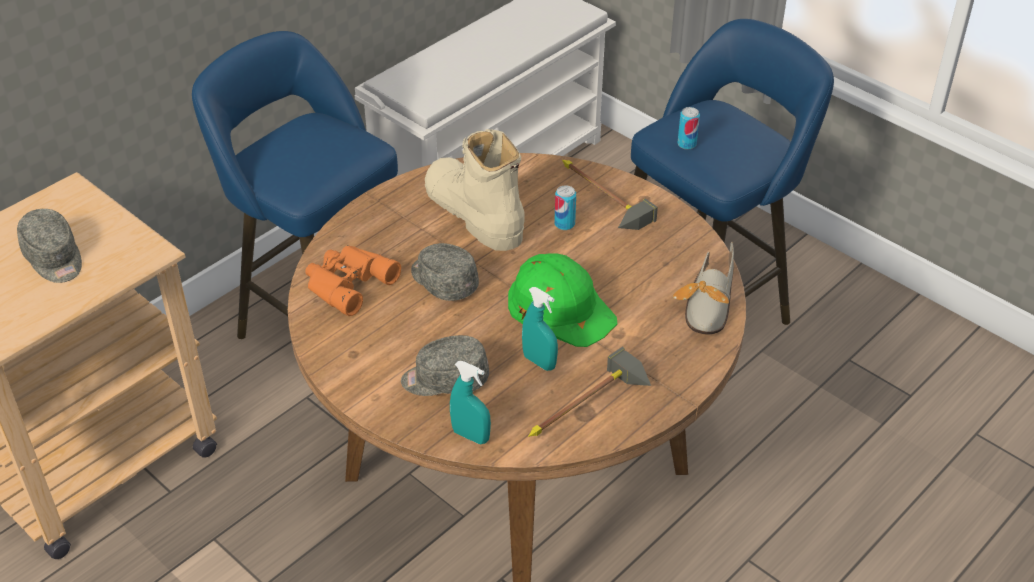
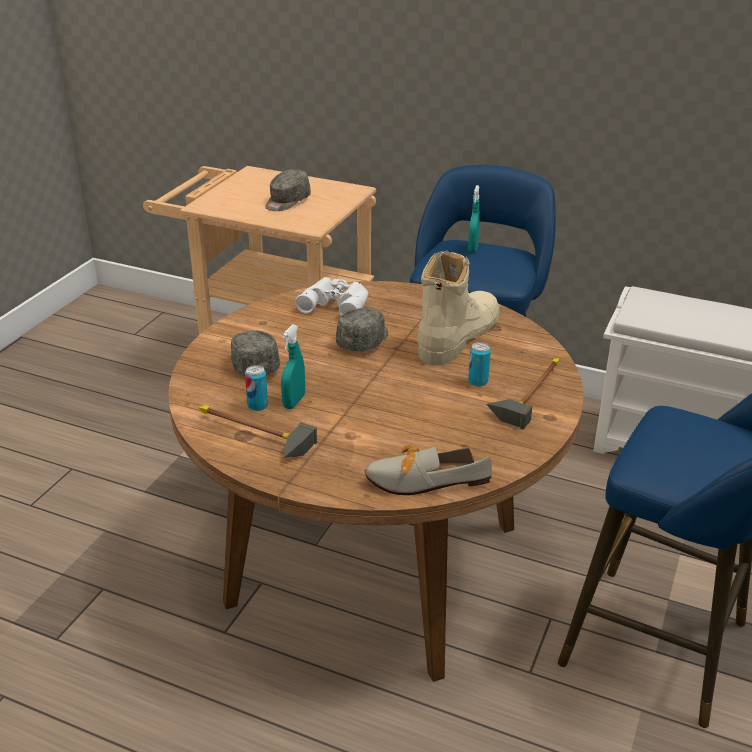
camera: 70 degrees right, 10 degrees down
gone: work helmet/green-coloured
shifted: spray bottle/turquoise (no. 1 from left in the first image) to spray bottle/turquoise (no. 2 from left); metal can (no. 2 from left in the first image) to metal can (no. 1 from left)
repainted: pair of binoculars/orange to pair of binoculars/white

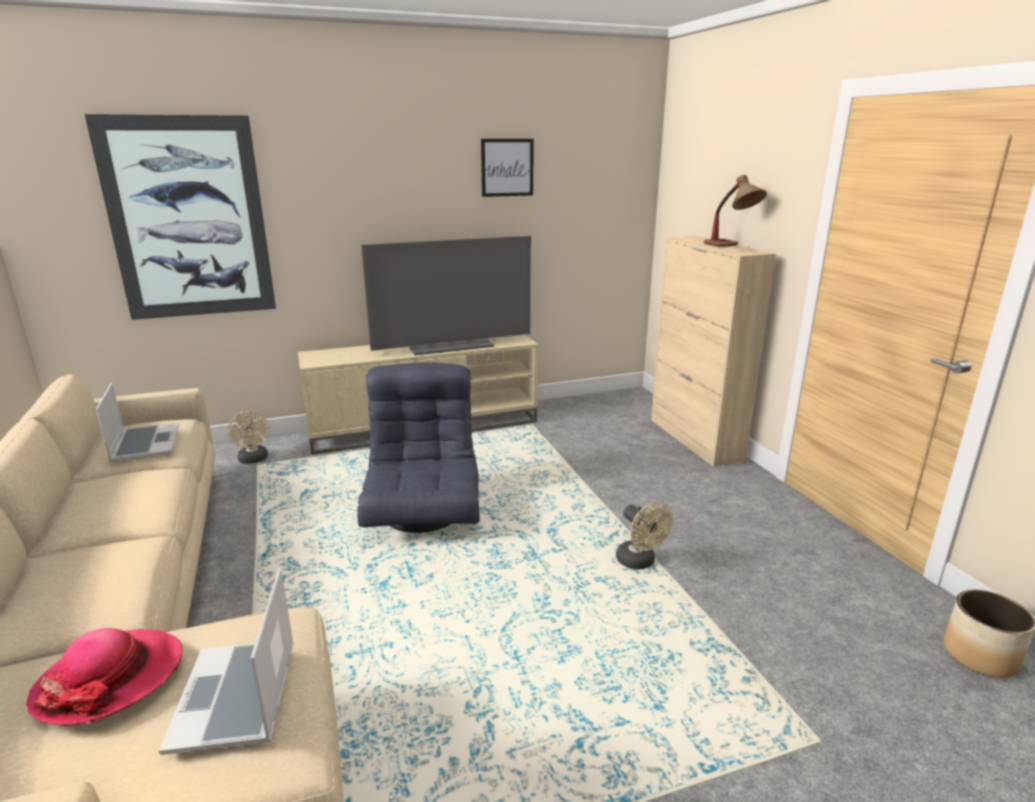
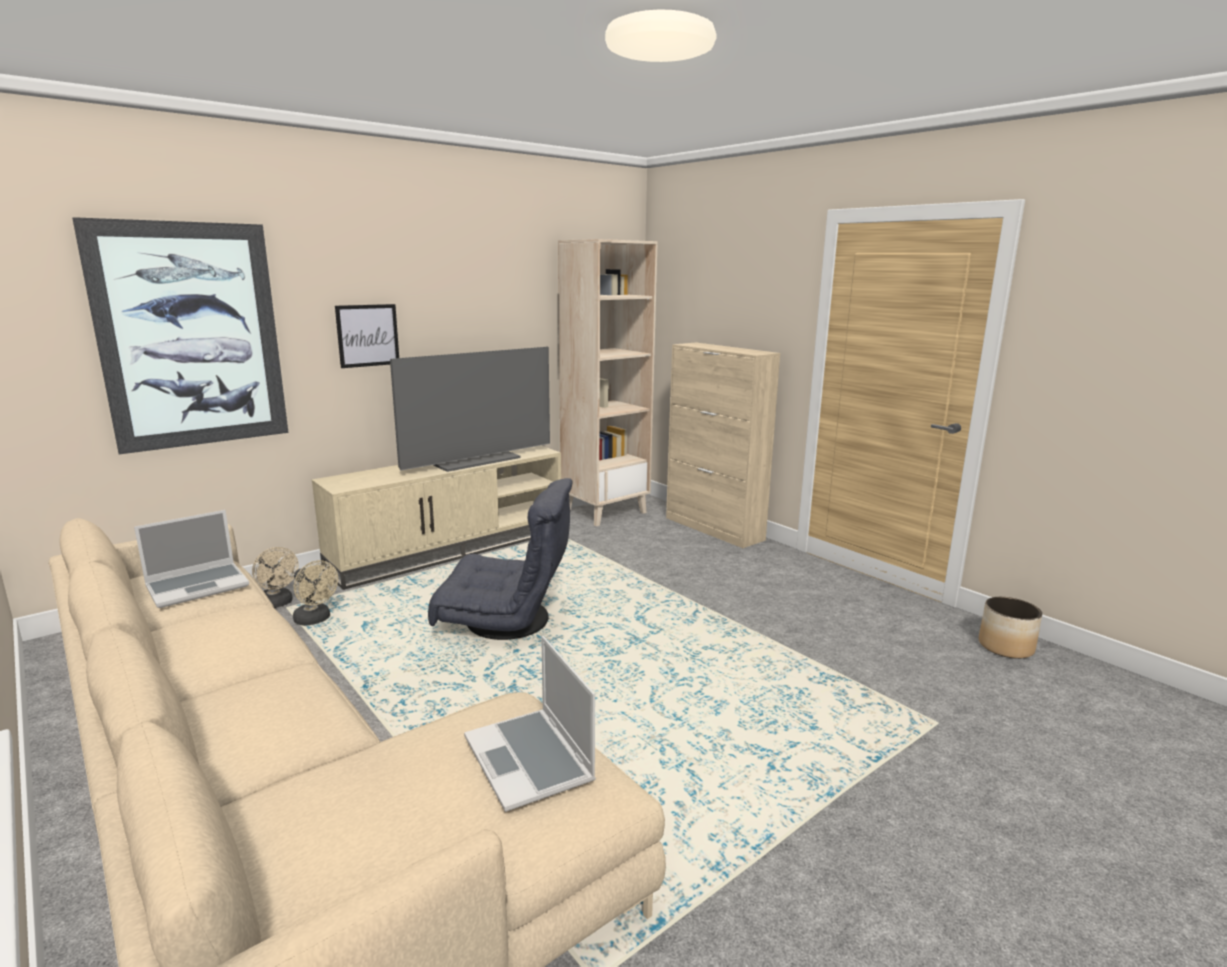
camera: 20 degrees left, 5 degrees down
gone: clothing hat; tabletop lamp
new: bookshelf/beige
shifted: wall art (no. 2 from left); cooling fan/beige (no. 2 from left)
rotated: laptop (no. 1 from left) 90 degrees clockwise; easy chair/greyish 120 degrees clockwise

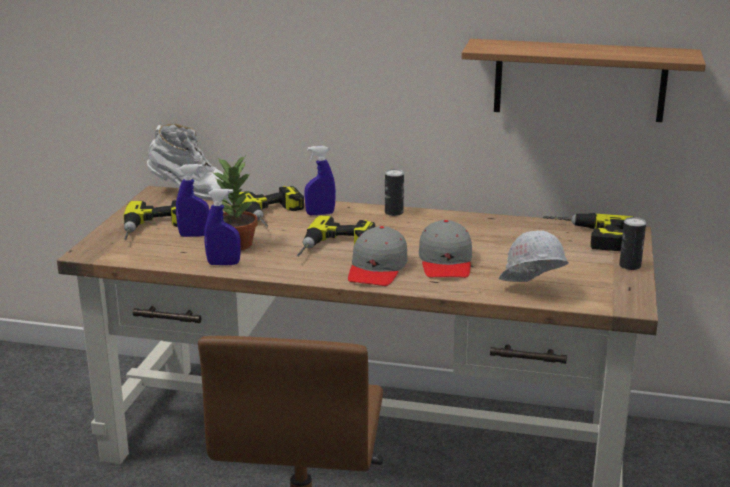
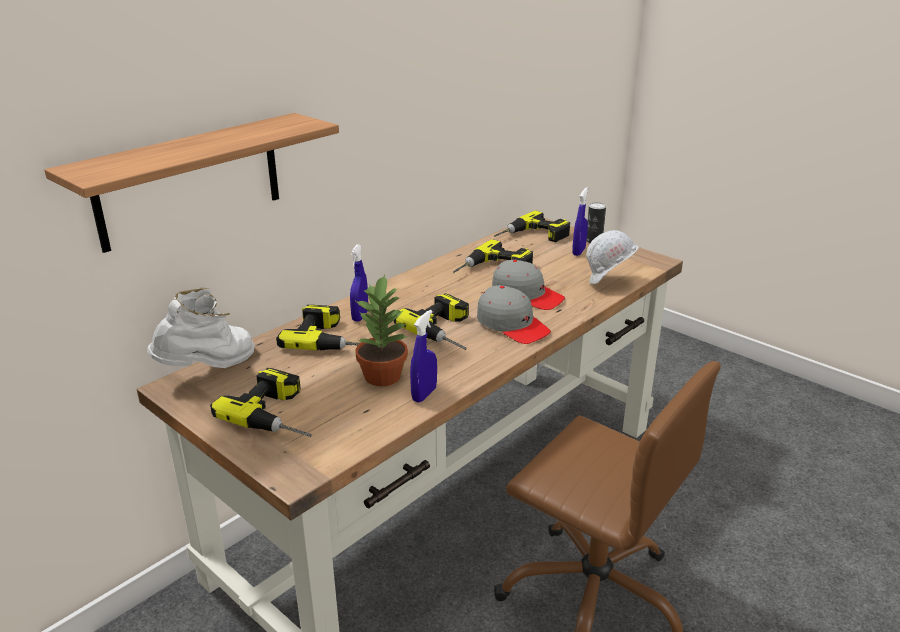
camera: 60 degrees left, 5 degrees up
gone: metal can (no. 1 from left)
new: power drill (no. 4 from left)
shifted: spray bottle/bluish (no. 1 from left in the first image) to spray bottle/bluish (no. 3 from left); shelf

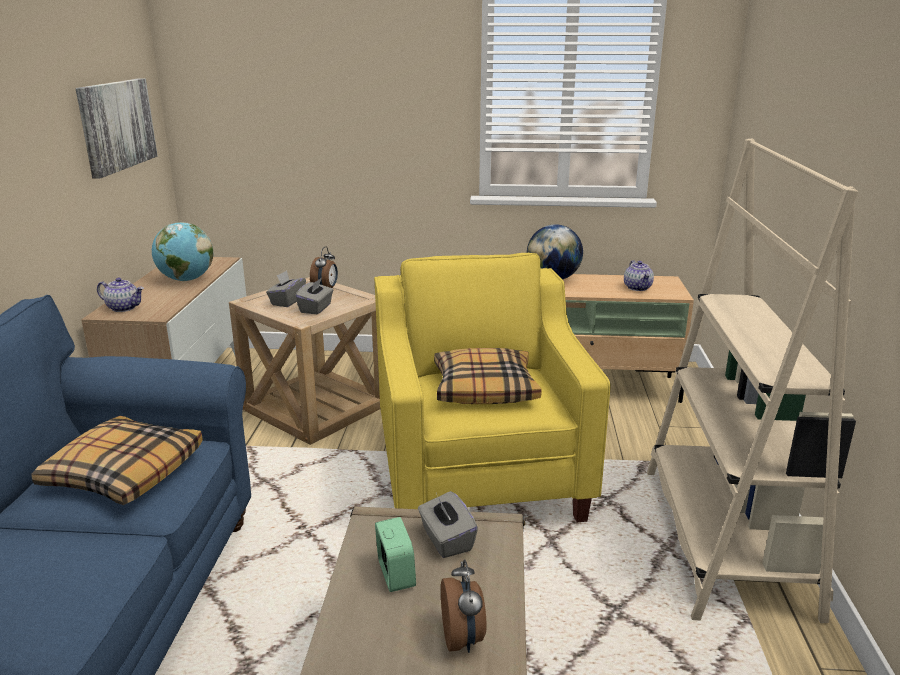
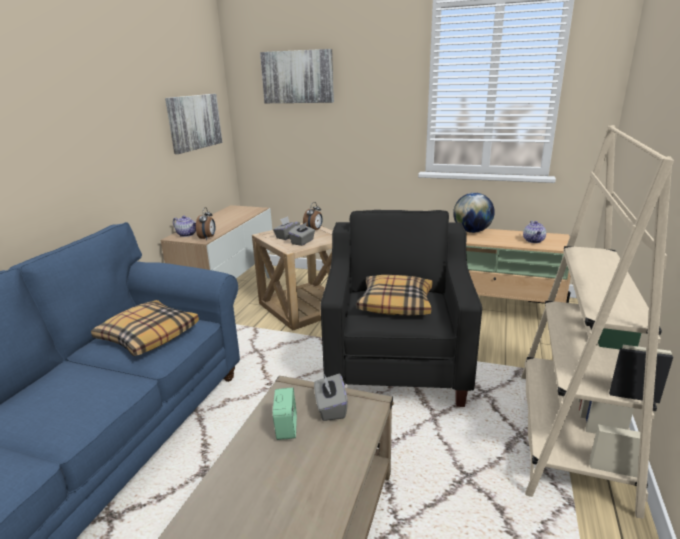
camera: 15 degrees right, 0 degrees up
gone: globe (no. 1 from left)
new: wall art (no. 2 from left)
shifted: table clock (no. 3 from left in the first image) to table clock (no. 1 from left)
repainted: easy chair/yellow to easy chair/black-coloured

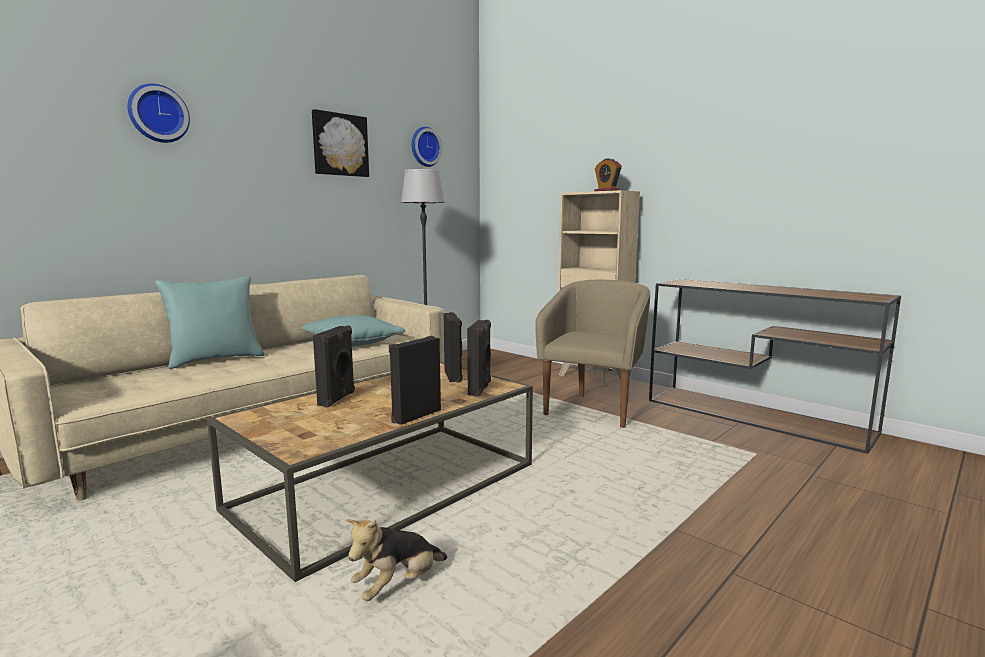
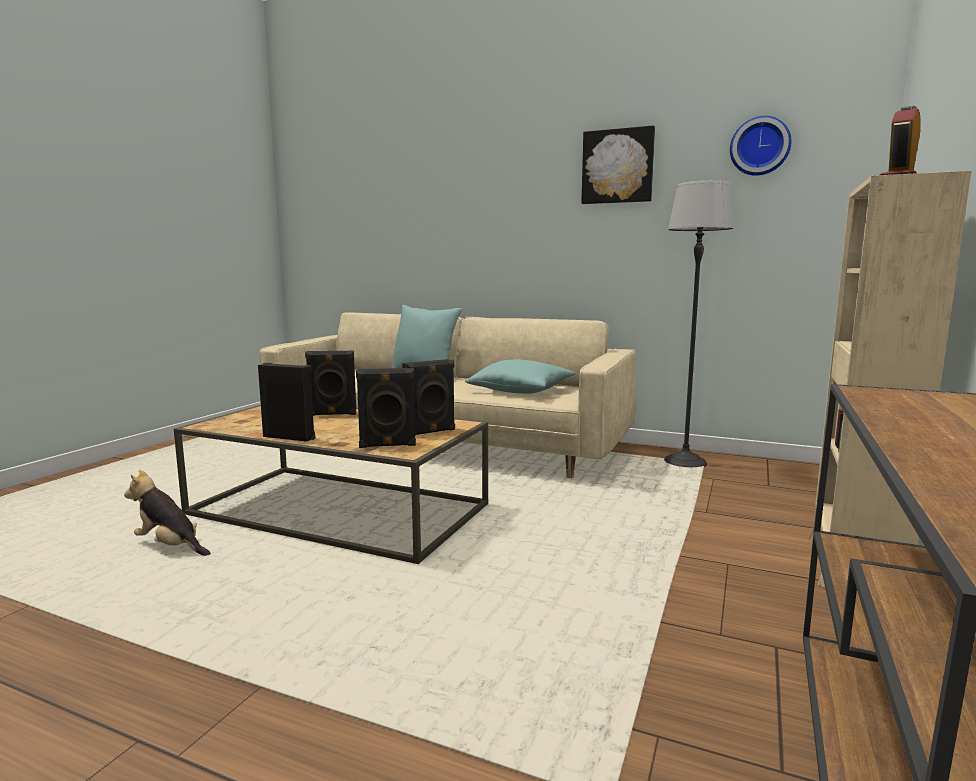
camera: 70 degrees right, 0 degrees up
gone: wall clock (no. 1 from left); easy chair/beige

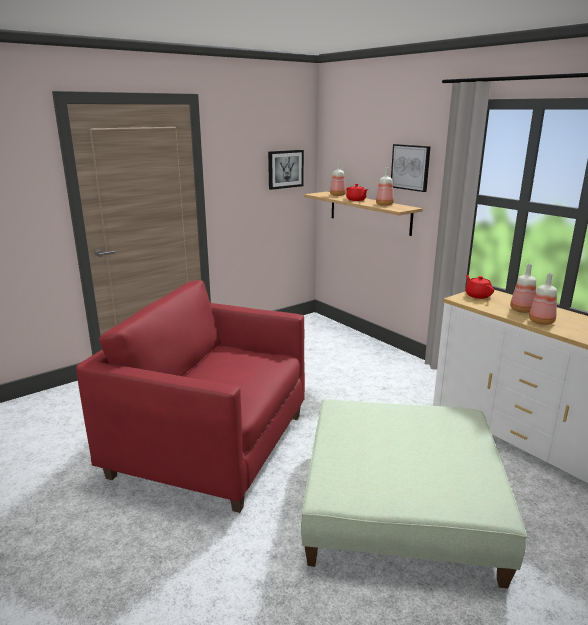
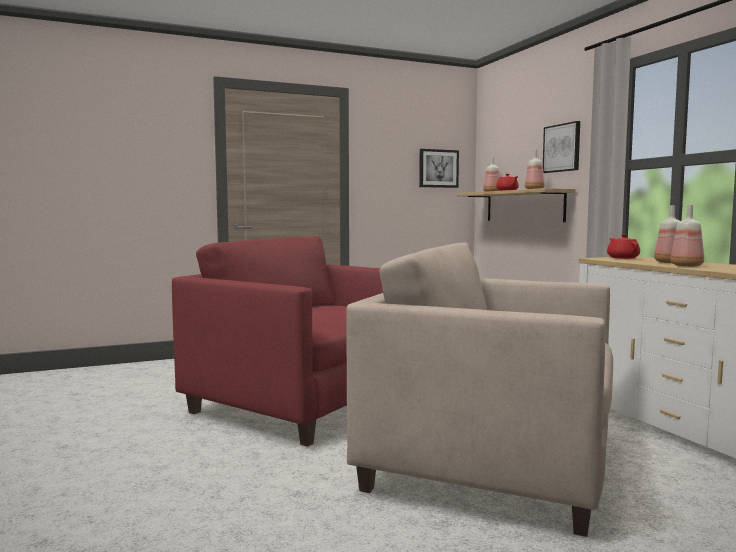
camera: 15 degrees right, 15 degrees down
swapped: pouffe/green-coloured to easy chair/beige

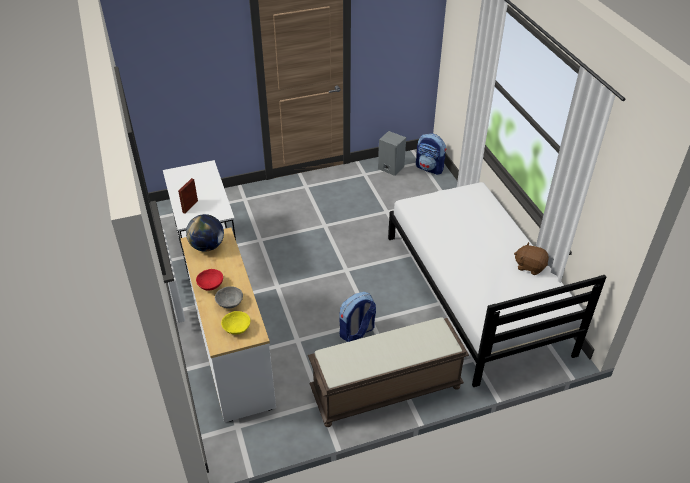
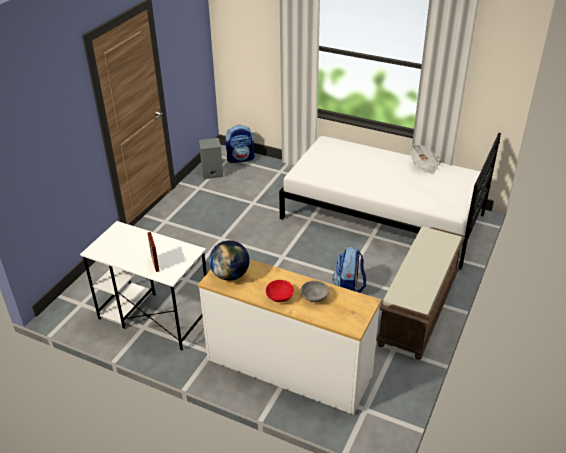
camera: 45 degrees left, 5 degrees down
gone: deep dish/yellow
swapped: soft toy/brownish to printed paper

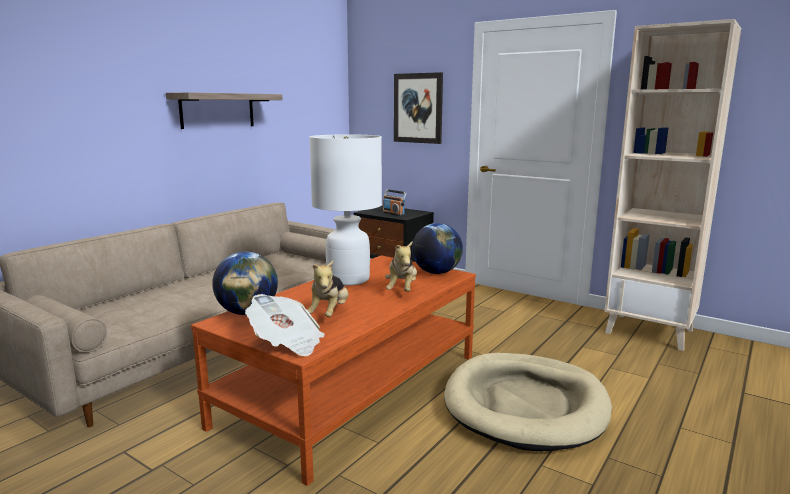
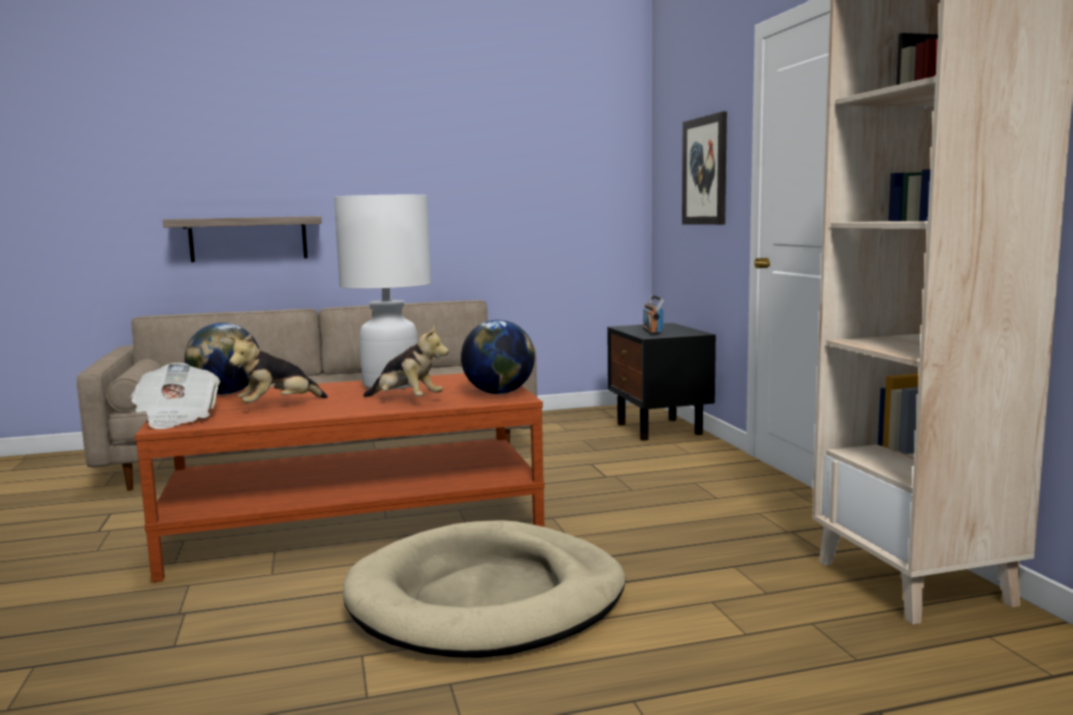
camera: 40 degrees right, 5 degrees down
shifted: shelf
rotated: soft toy (no. 2 from left) 105 degrees counterclockwise

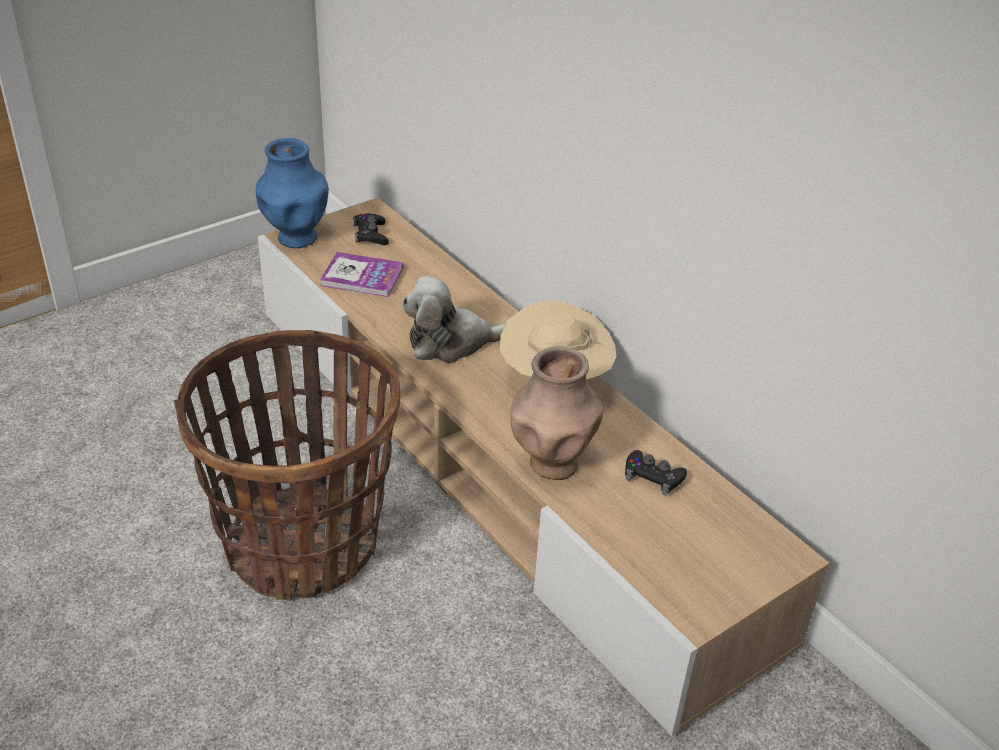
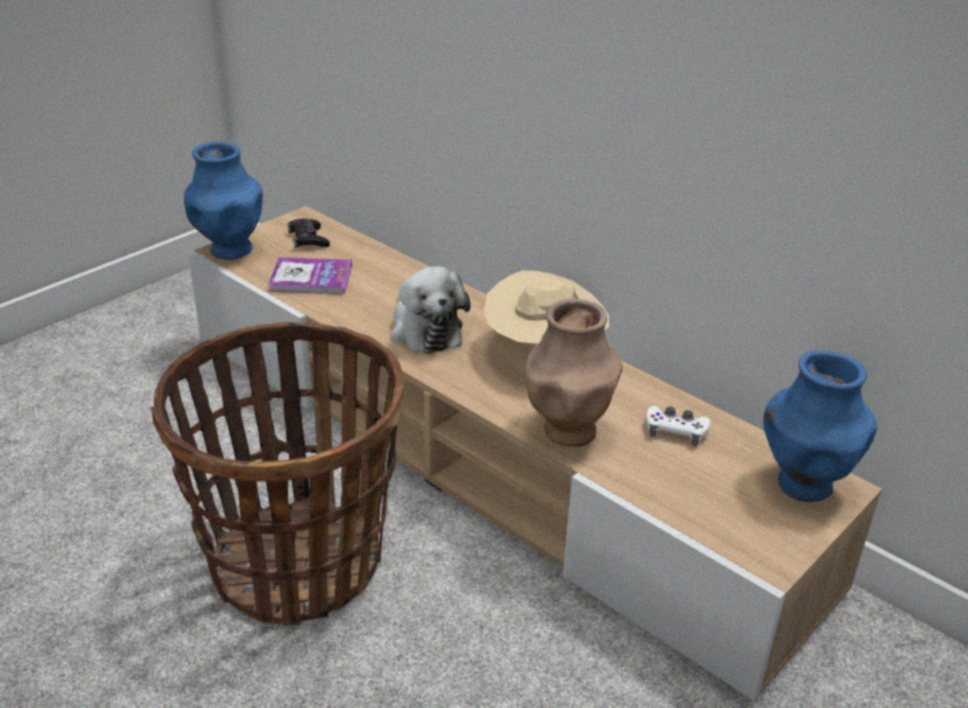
camera: 10 degrees left, 5 degrees down
new: decorative vase/bluish (no. 2 from left)
repainted: gamepad/black-coloured (no. 2 from left) to gamepad/white
rotated: soft toy 90 degrees counterclockwise

